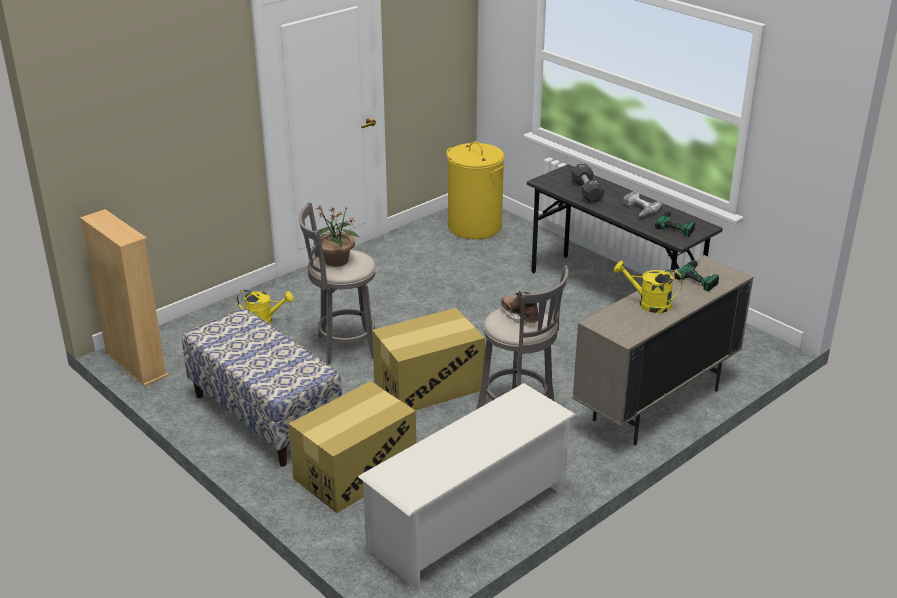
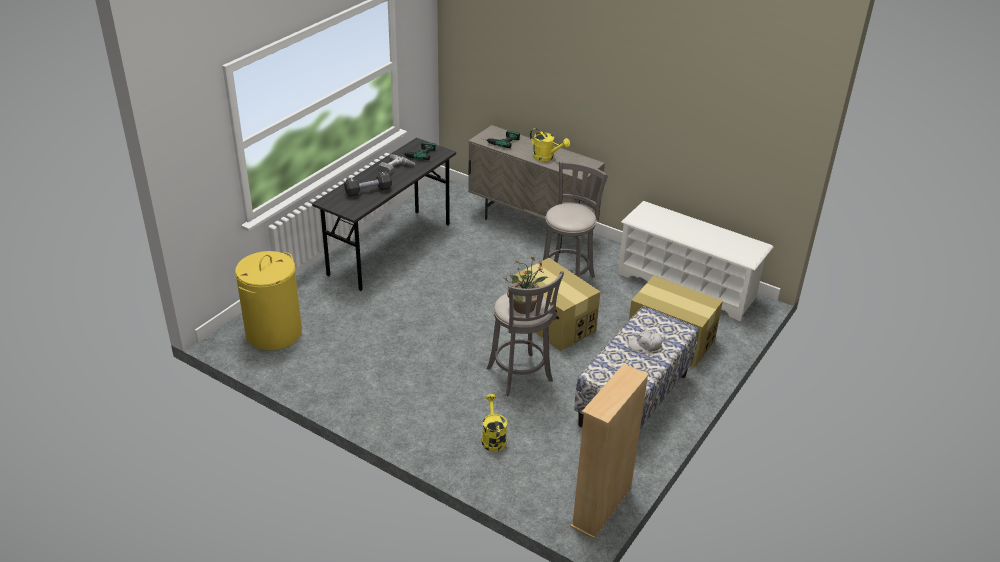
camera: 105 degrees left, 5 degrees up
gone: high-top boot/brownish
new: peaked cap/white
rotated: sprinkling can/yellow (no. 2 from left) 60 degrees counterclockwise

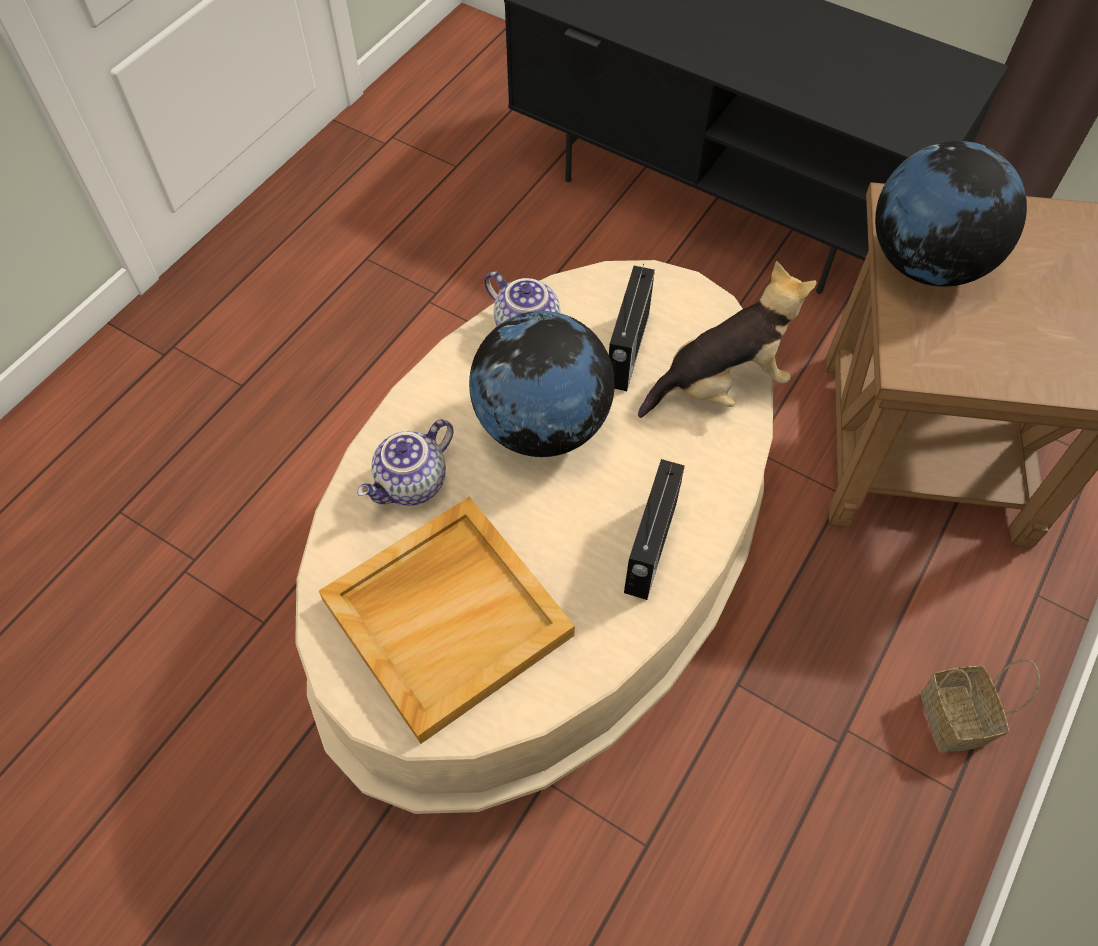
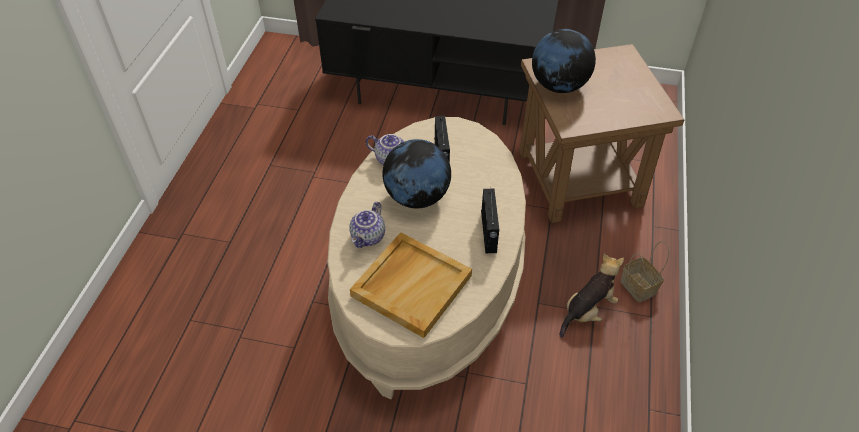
camera: 20 degrees left, 10 degrees down
shifted: soft toy

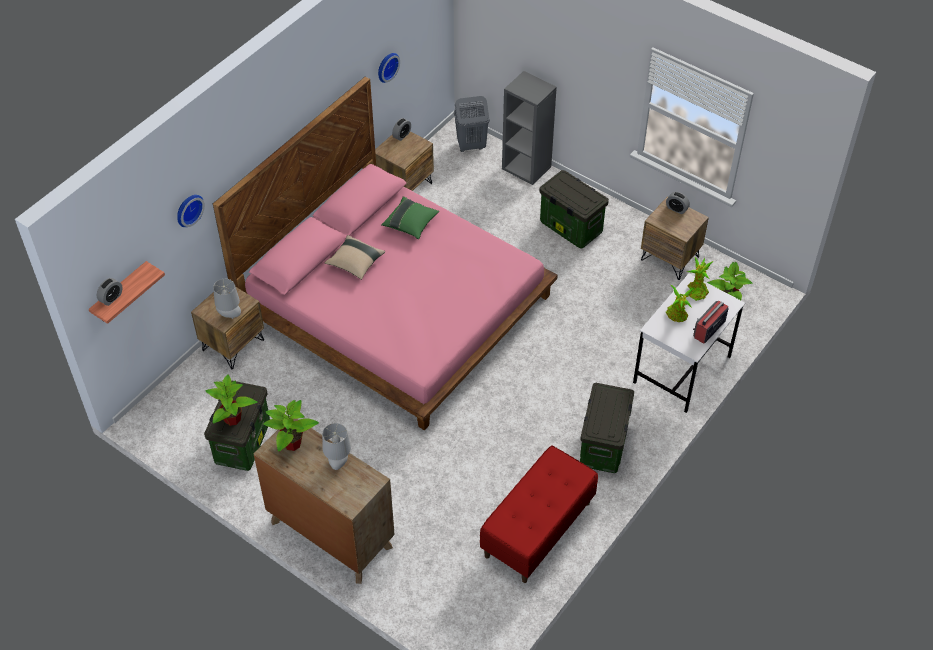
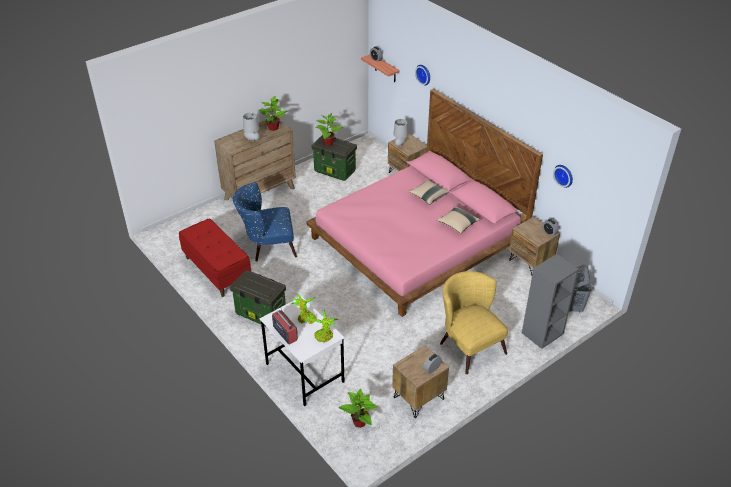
camera: 105 degrees right, 10 degrees down
new: easy chair/bluish
swapped: storage container (no. 2 from left) to easy chair/yellow
repainted: cushion/green-coloured to cushion/beige (no. 2 from left)

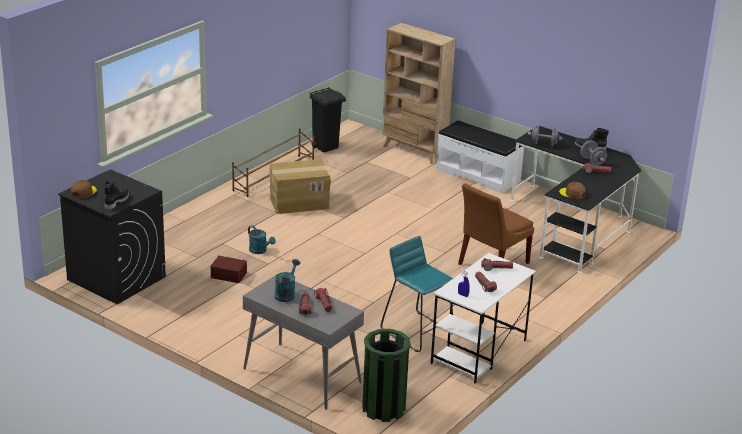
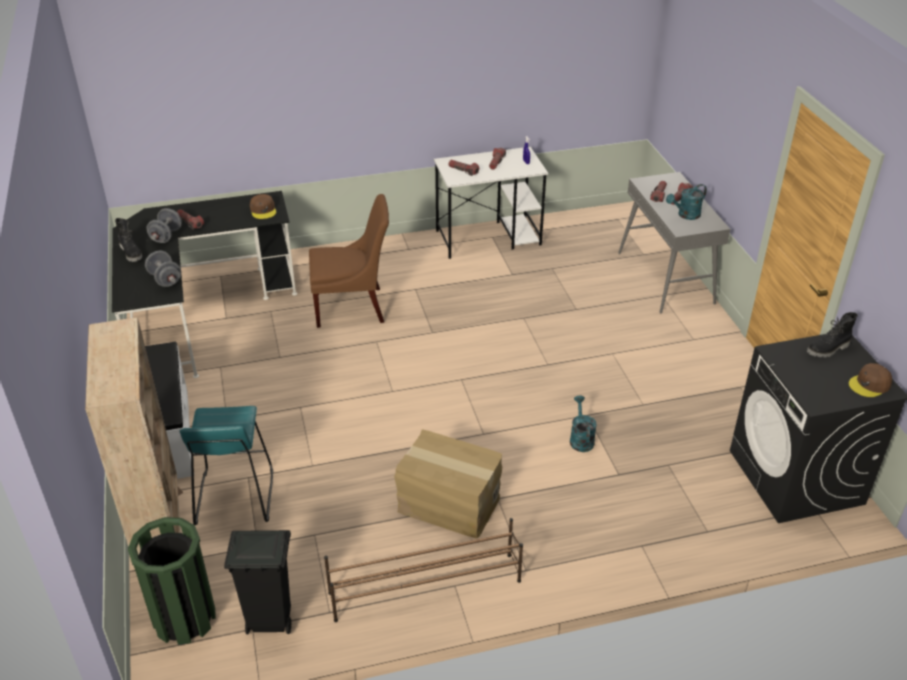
camera: 140 degrees left, 10 degrees up
gone: storage container/brownish
shifted: waste bin/green-coloured; stool/turquoise

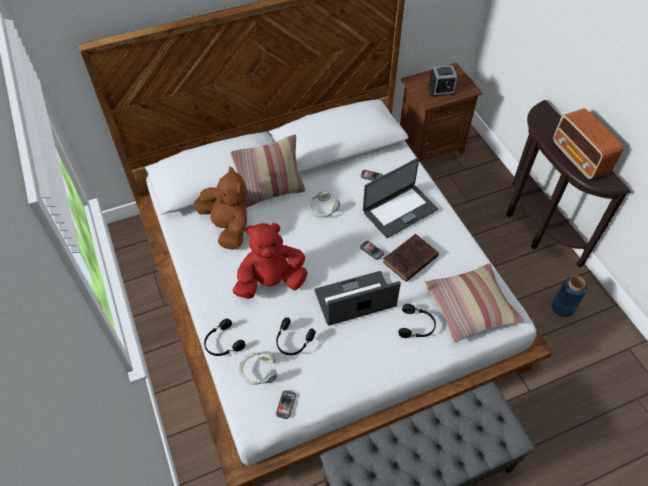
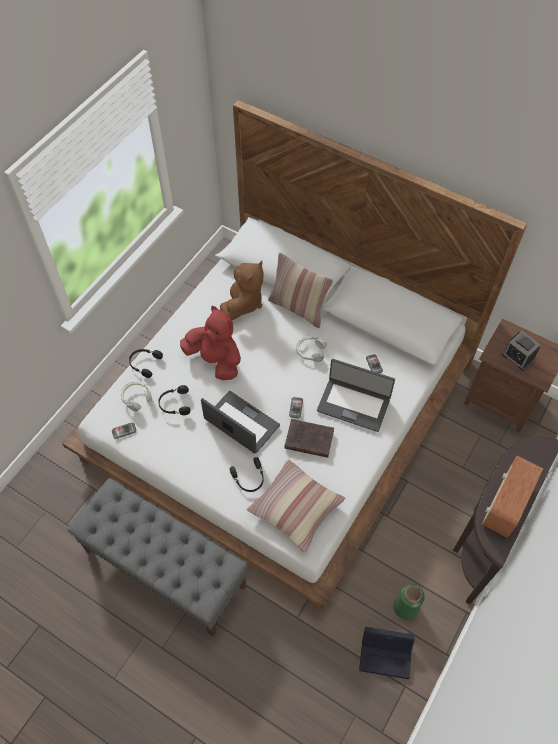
camera: 55 degrees right, 5 degrees up
new: storage container/black-coloured
repainted: decorative vase/bluish to decorative vase/green-coloured

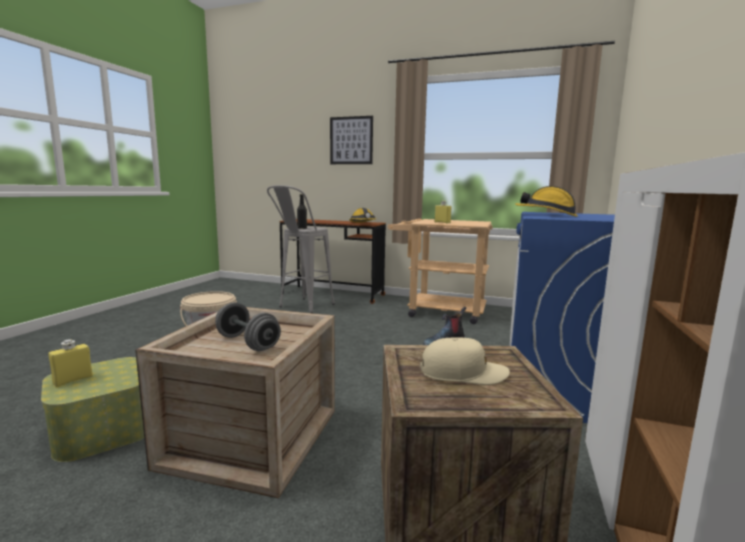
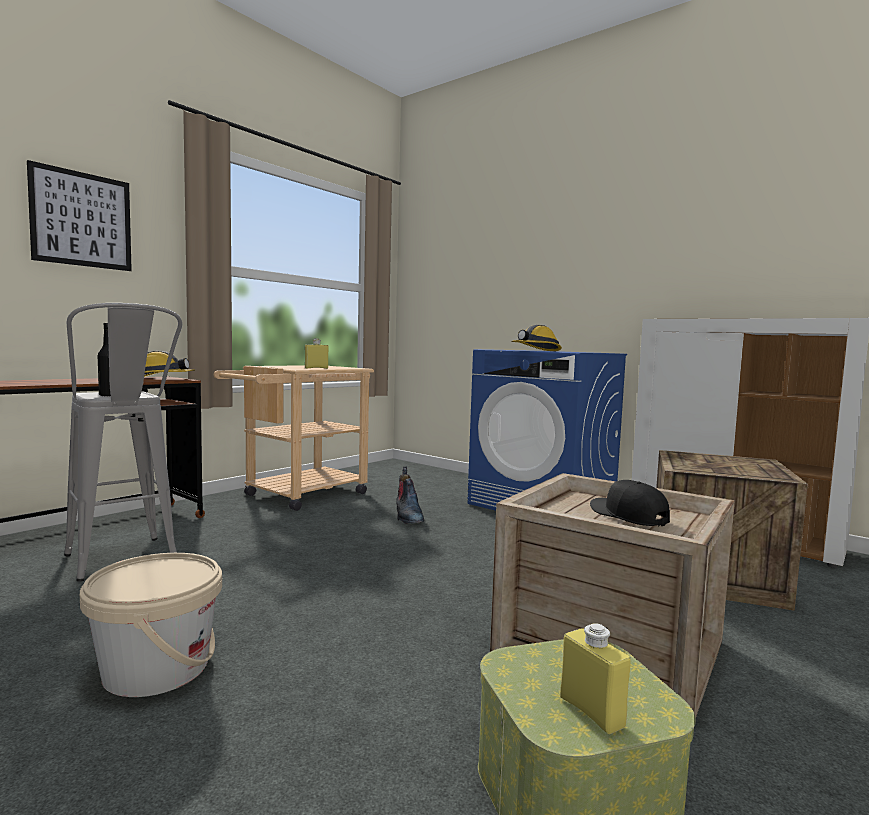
camera: 70 degrees left, 5 degrees down
gone: peaked cap/beige
swapped: hand weight/greyish to peaked cap/black-coloured

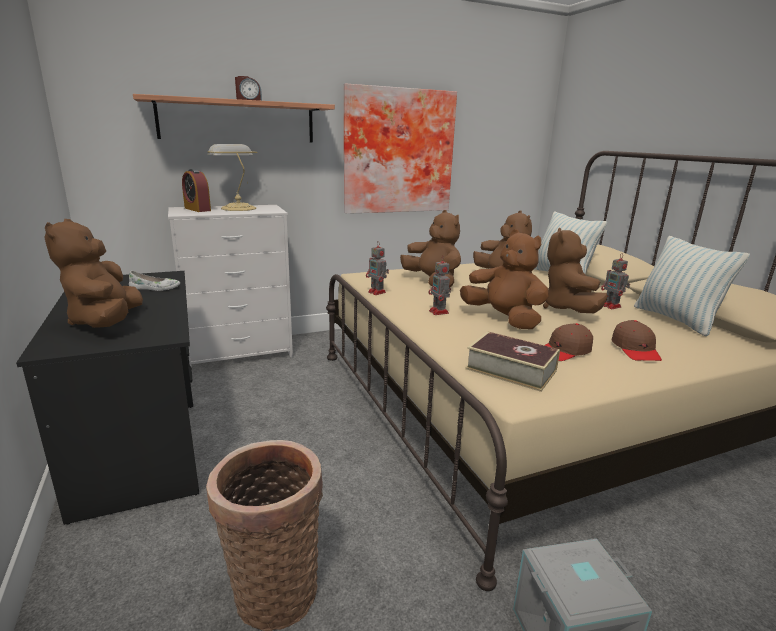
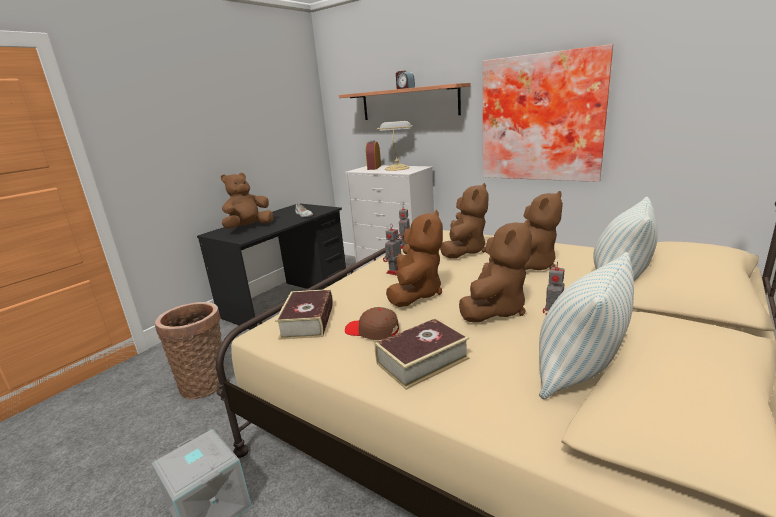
camera: 60 degrees right, 0 degrees up
swapped: peaked cap/brownish (no. 2 from left) to bound book (no. 2 from left)
rotated: soft toy/brownish (no. 5 from left in the first image) 150 degrees clockwise

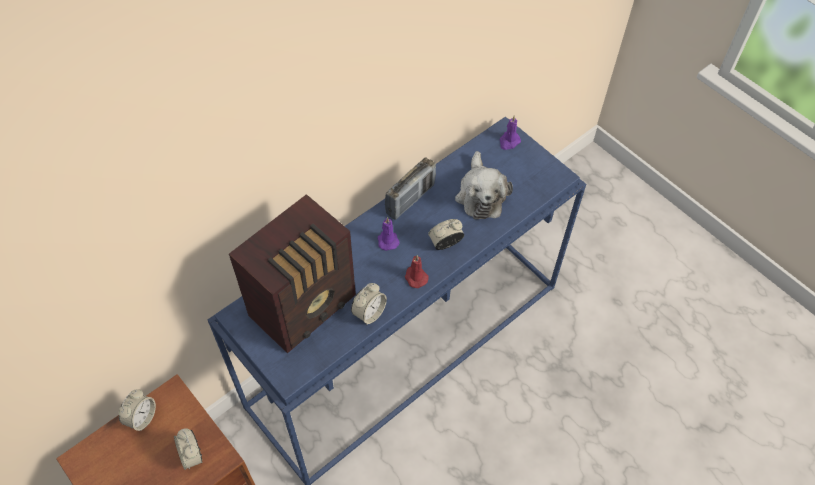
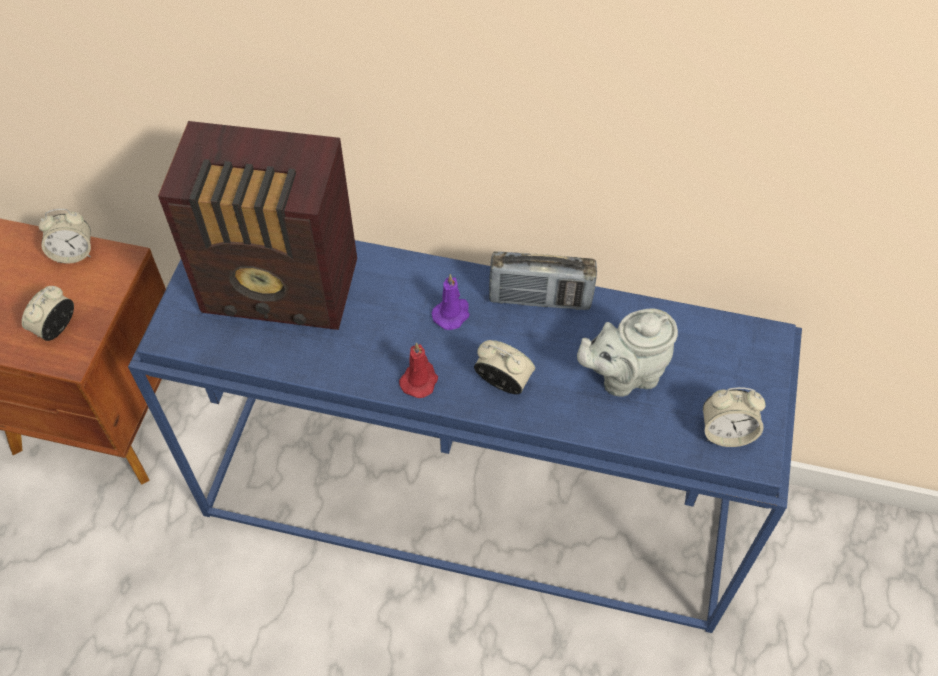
camera: 55 degrees right, 0 degrees up
gone: wax light/purple-coloured (no. 2 from left)
shifted: table clock (no. 3 from left in the first image) to table clock (no. 4 from left)
swapped: soft toy to pot for tea/greyish

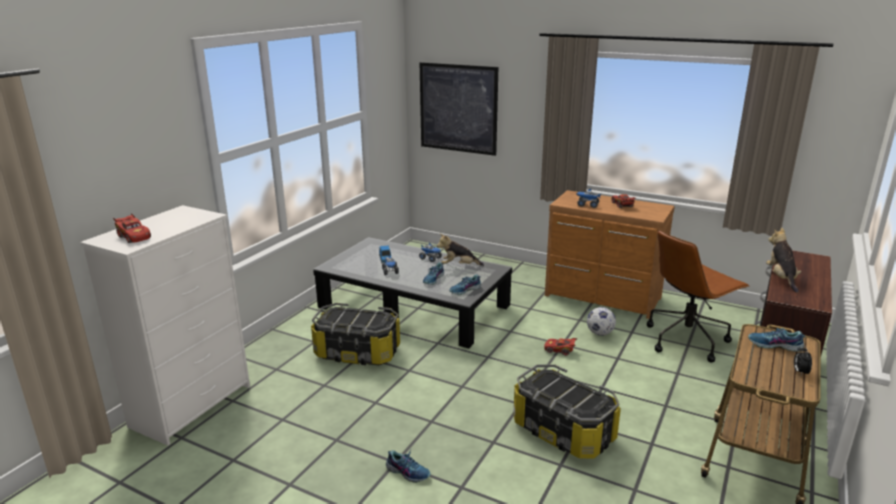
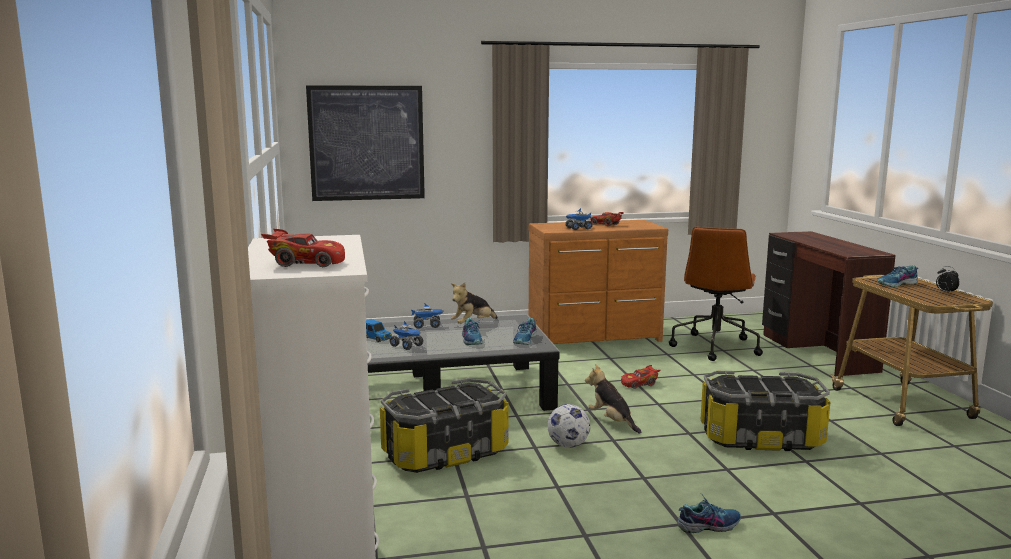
camera: 40 degrees left, 10 degrees down
shifted: ball for football; soft toy (no. 2 from left)

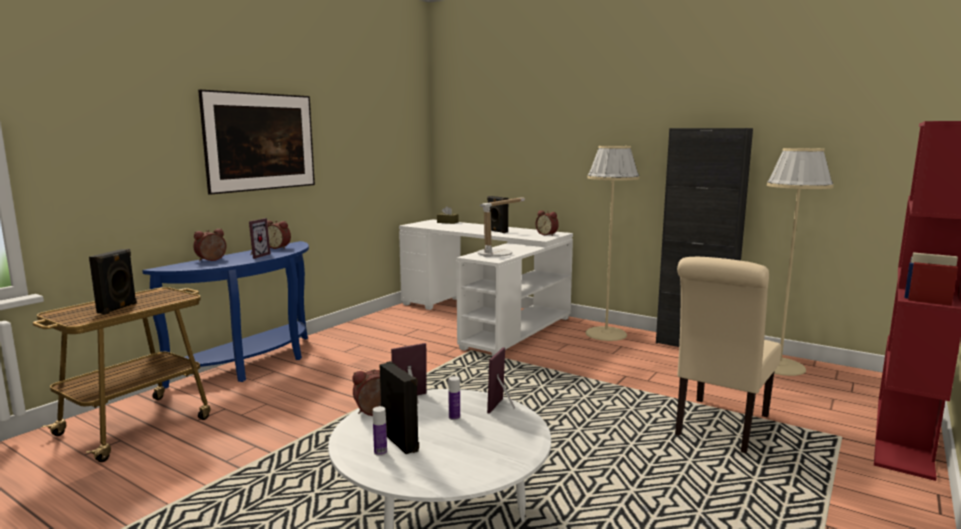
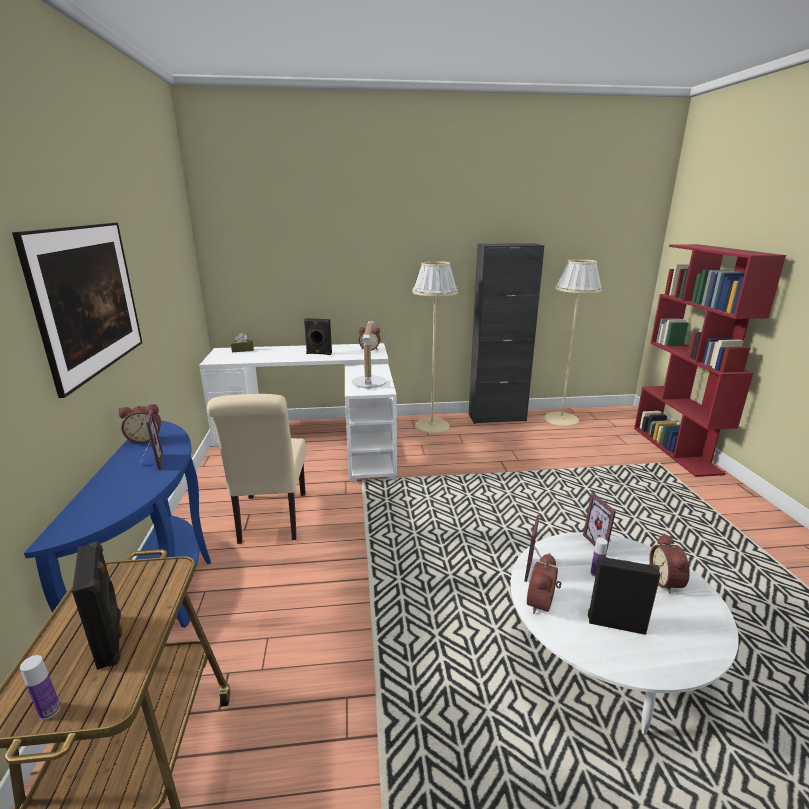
camera: 40 degrees left, 10 degrees up
shifted: table clock (no. 1 from left in the first image) to table clock (no. 4 from left); drink bottle (no. 1 from left); upright chair/beige

